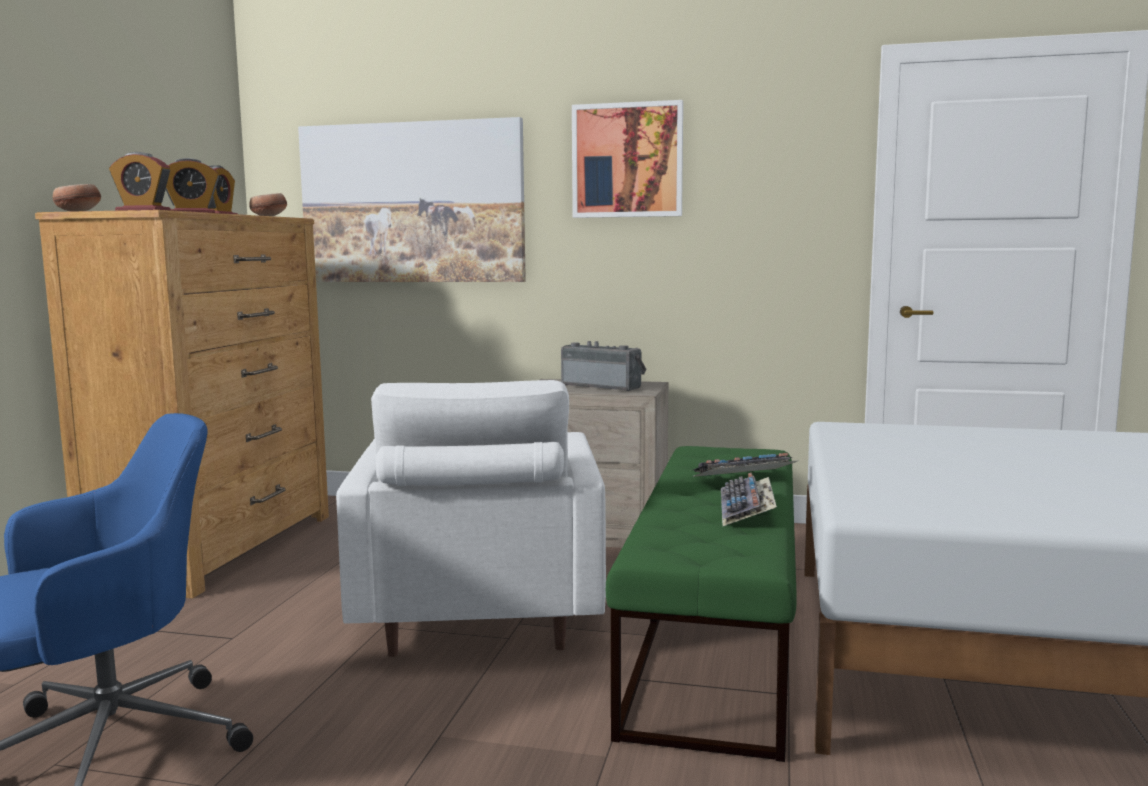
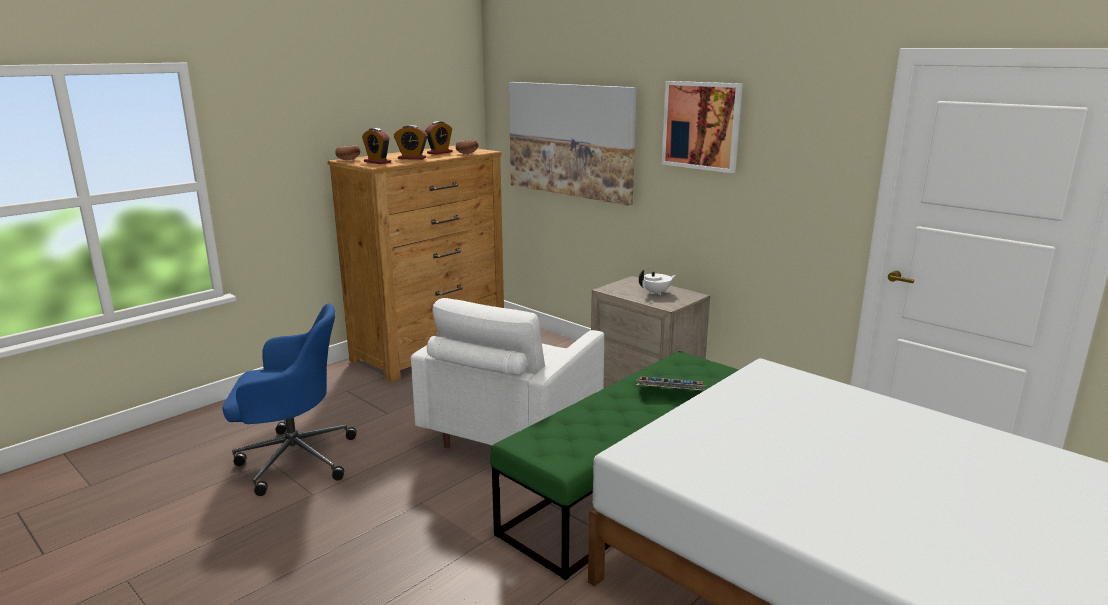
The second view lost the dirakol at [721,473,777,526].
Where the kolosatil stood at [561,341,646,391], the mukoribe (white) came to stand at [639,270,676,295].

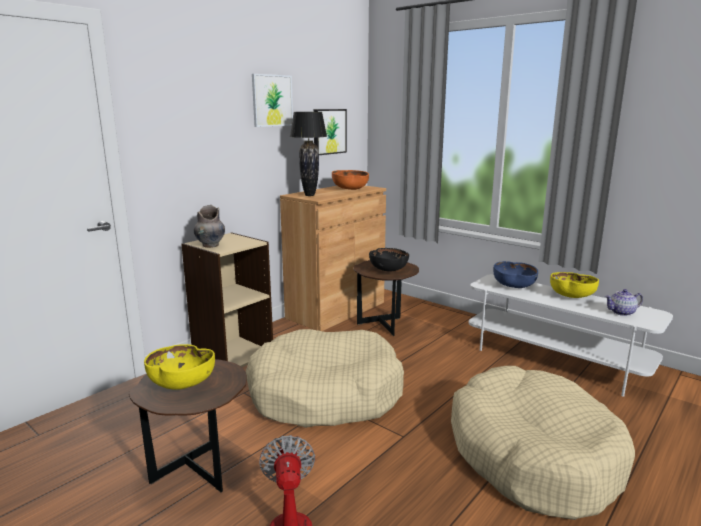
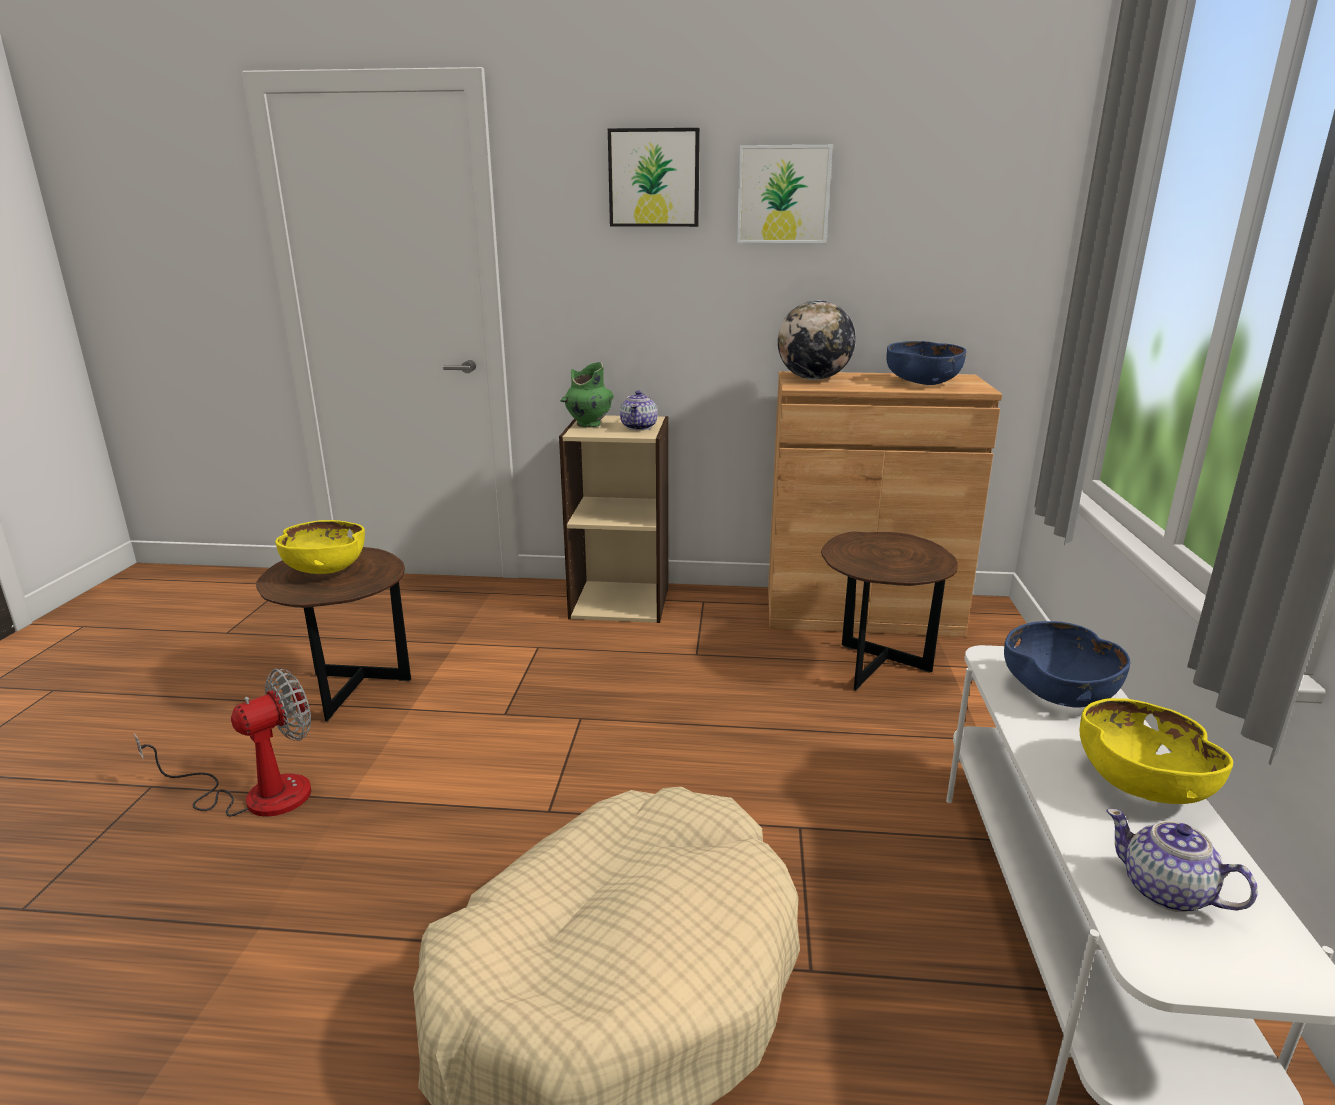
The second view lost the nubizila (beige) at [245,329,404,428].
The second view lost the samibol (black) at [369,248,409,272].
The second view gained the mukoribe at [620,391,658,430].
The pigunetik ended up elsewhere, having gone from [313,109,347,155] to [608,128,700,227].
Where the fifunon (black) stood at [290,112,327,196], the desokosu came to stand at [778,300,856,380].
What was the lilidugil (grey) at [194,205,225,248] turned into the lilidugil (green) at [560,362,614,428].
What was the samibol (orange) at [332,170,369,190] turned into the samibol (blue) at [886,341,966,385].

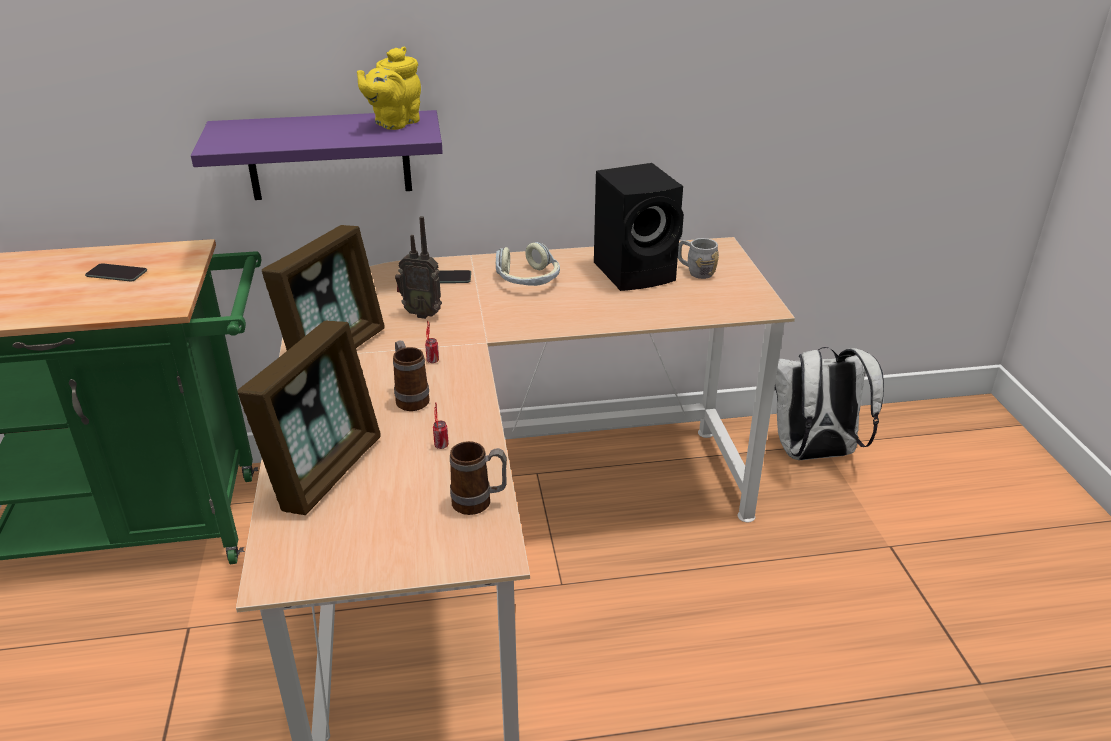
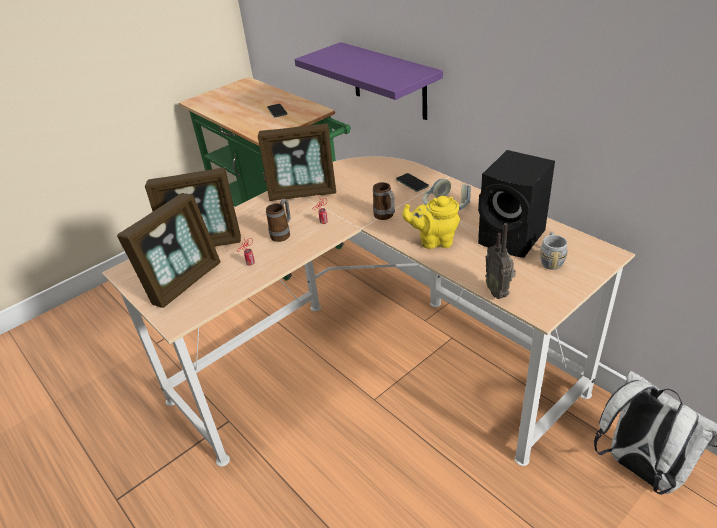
The second view gained the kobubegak at [117,193,221,308].
The mukoribe (yellow) ended up elsewhere, having gone from [357,46,421,130] to [402,196,460,249].
The kolosatil ended up elsewhere, having gone from [395,216,442,319] to [485,223,516,299].
The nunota ended up elsewhere, having gone from [450,441,507,515] to [373,182,395,220].

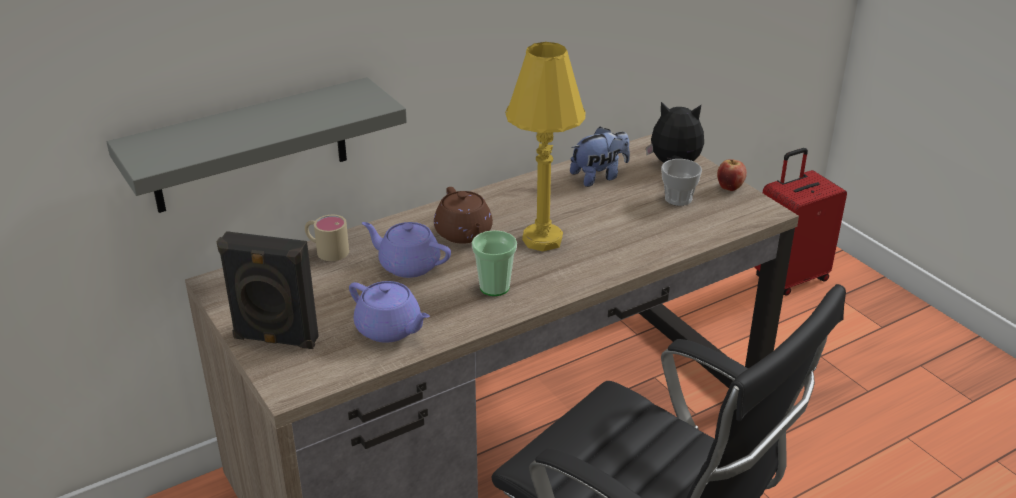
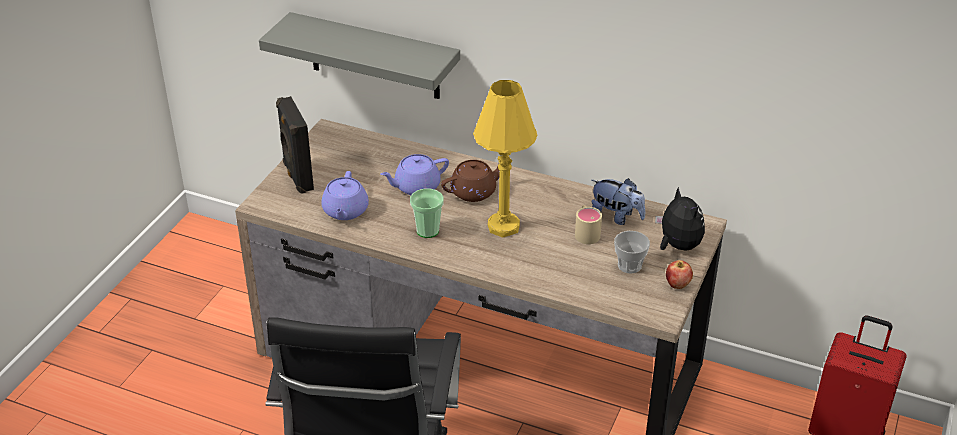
The nunota (beige) ended up elsewhere, having gone from [305,215,349,261] to [575,205,602,244].
The mukoribe (purple) at [362,222,451,278] ended up facing another way, 105 degrees counterclockwise from before.
The mukoribe (brown) at [434,187,493,244] ended up facing another way, 150 degrees counterclockwise from before.

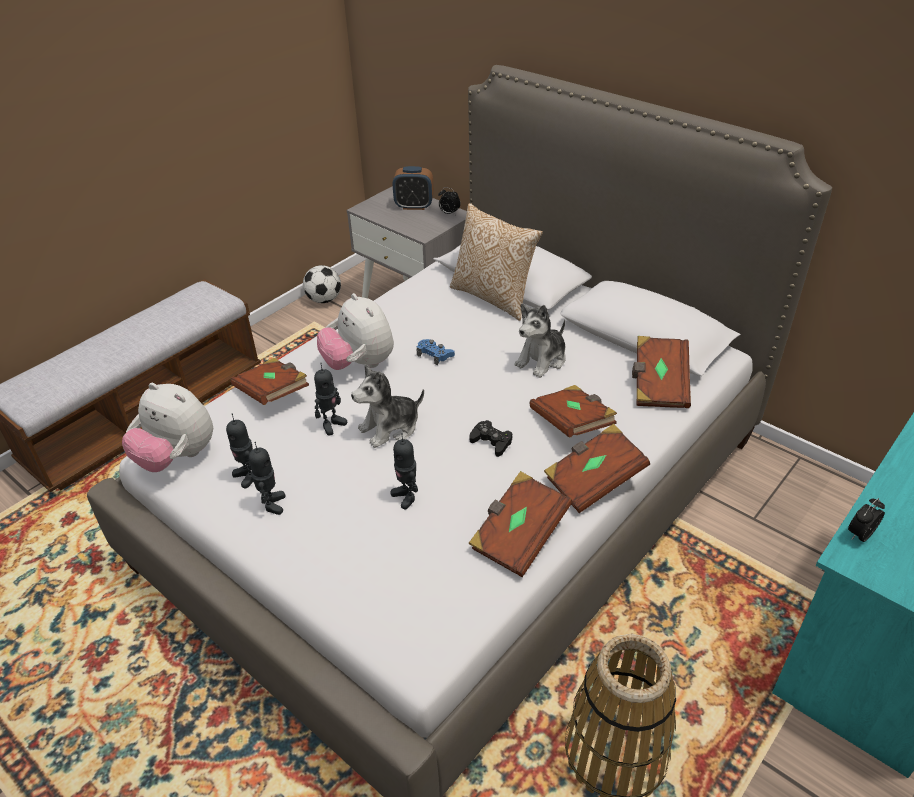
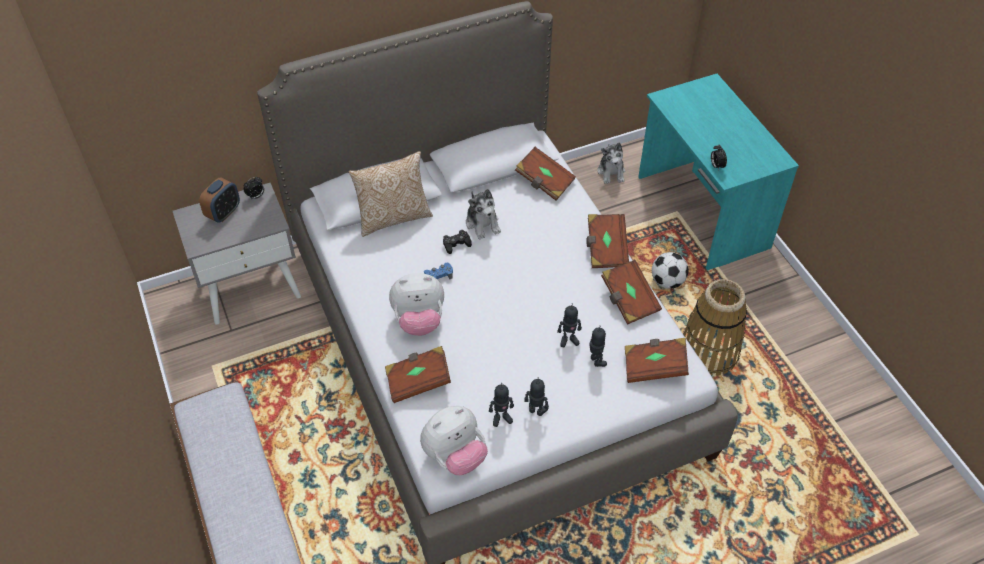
The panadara ended up elsewhere, having gone from [303,265,341,303] to [652,252,689,289].
The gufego ended up elsewhere, having gone from [314,363,347,436] to [589,328,607,367].
The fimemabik ended up elsewhere, having gone from [351,365,424,448] to [597,142,625,184].
The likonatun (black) ended up elsewhere, having gone from [469,420,513,457] to [443,230,472,254].
The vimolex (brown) ended up elsewhere, having gone from [530,385,617,438] to [625,338,689,383].

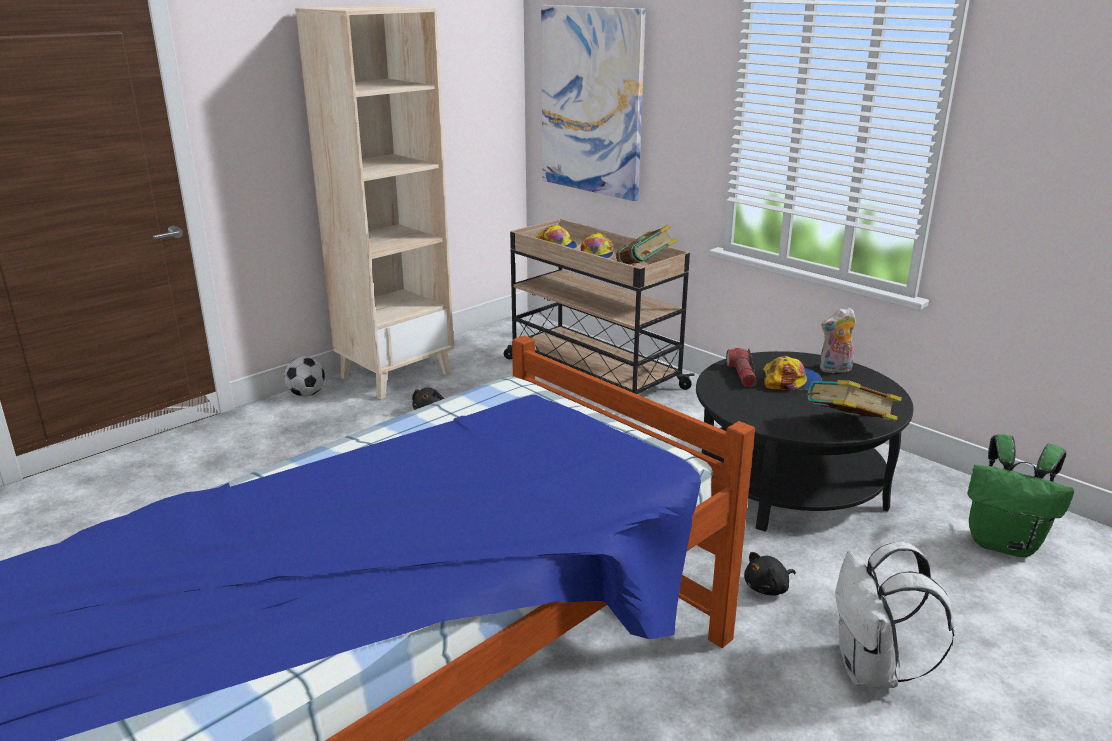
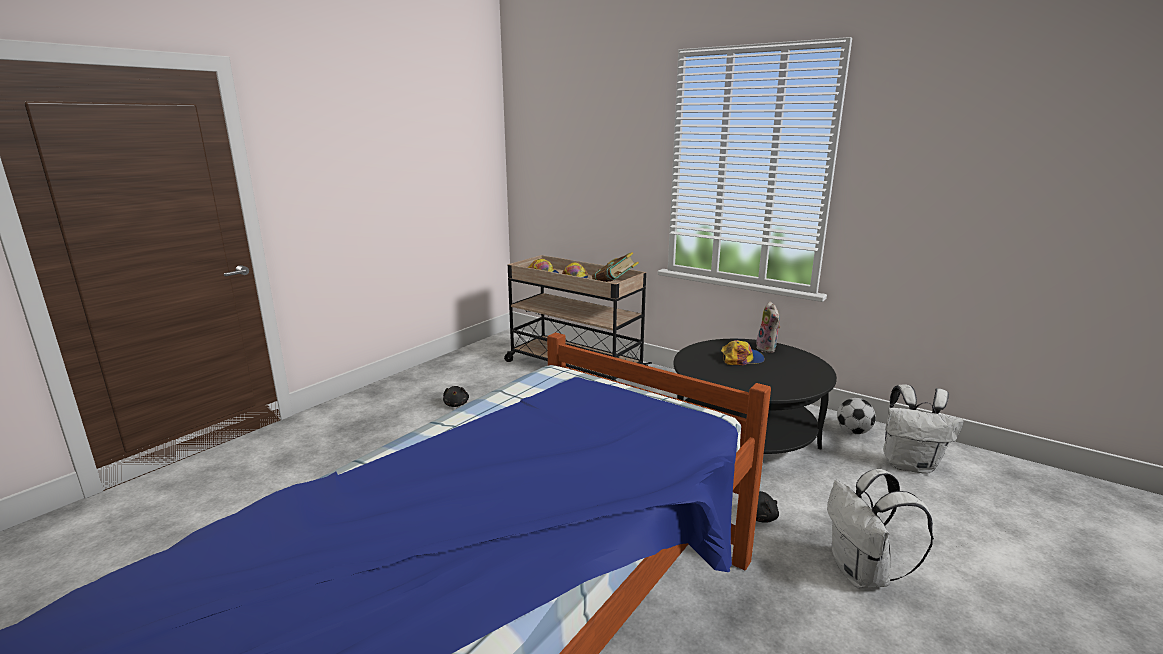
The second view lost the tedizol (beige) at [295,5,454,400].
The second view lost the pigunetik at [541,5,646,201].
The second view lost the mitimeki at [726,348,757,387].
The second view lost the vimolex at [806,380,902,421].
The panadara ended up elsewhere, having gone from [284,356,325,397] to [837,398,876,434].
What was the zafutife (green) at [968,434,1074,557] turned into the zafutife (white) at [883,384,963,474].
The fimemabik at [820,307,856,374] ended up facing another way, 75 degrees counterclockwise from before.

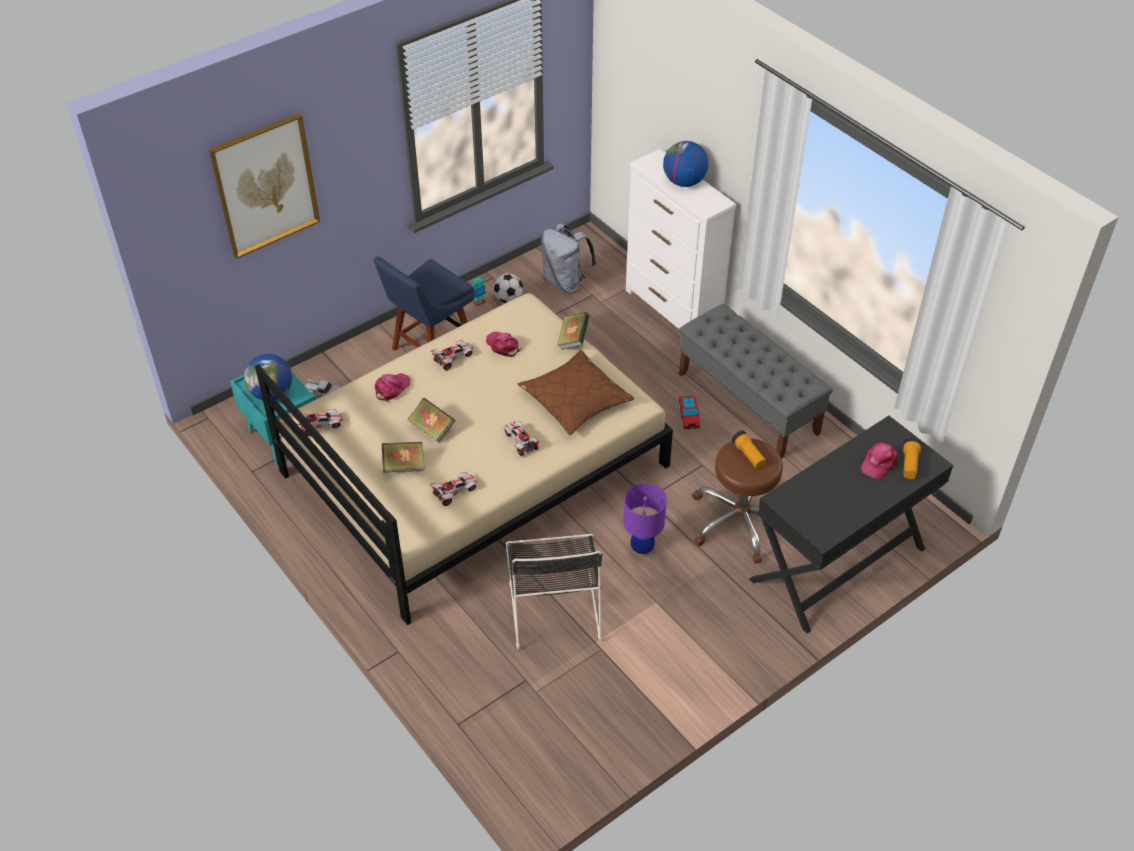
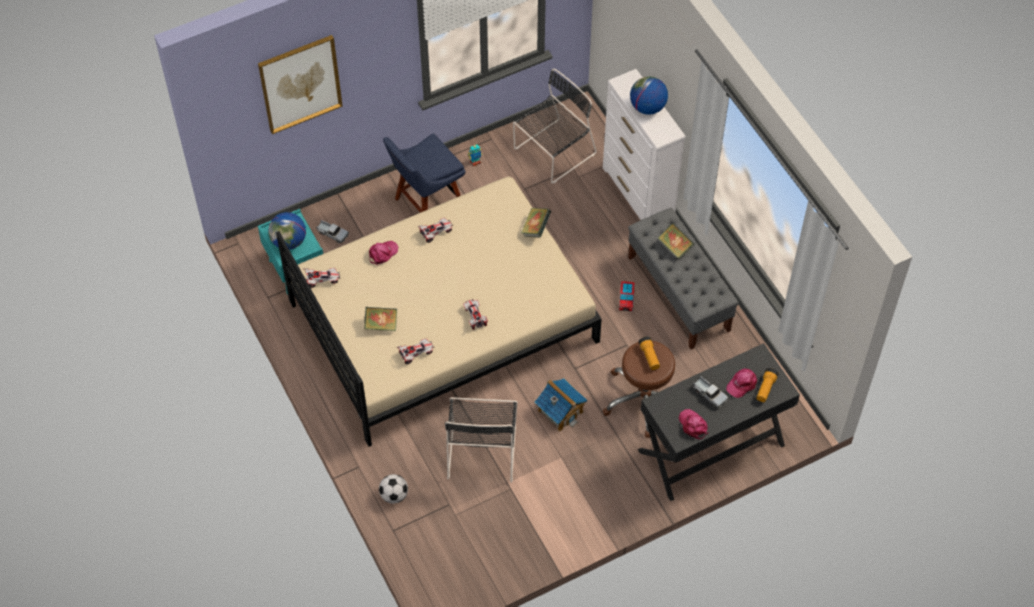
The second view lost the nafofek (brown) at [518,350,634,435].
The second view gained the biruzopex at [693,376,728,408].
The vimolex ended up elsewhere, having gone from [407,398,455,443] to [658,223,694,259].
The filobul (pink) ended up elsewhere, having gone from [486,332,521,357] to [679,409,709,439].
The panadara ended up elsewhere, having gone from [493,273,523,303] to [379,474,408,504].
Where the zafutife (grey) stood at [541,224,596,294], the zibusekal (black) came to stand at [513,69,597,183].
Where the fifunon (purple) stood at [623,483,667,557], the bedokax came to stand at [535,378,587,431].

